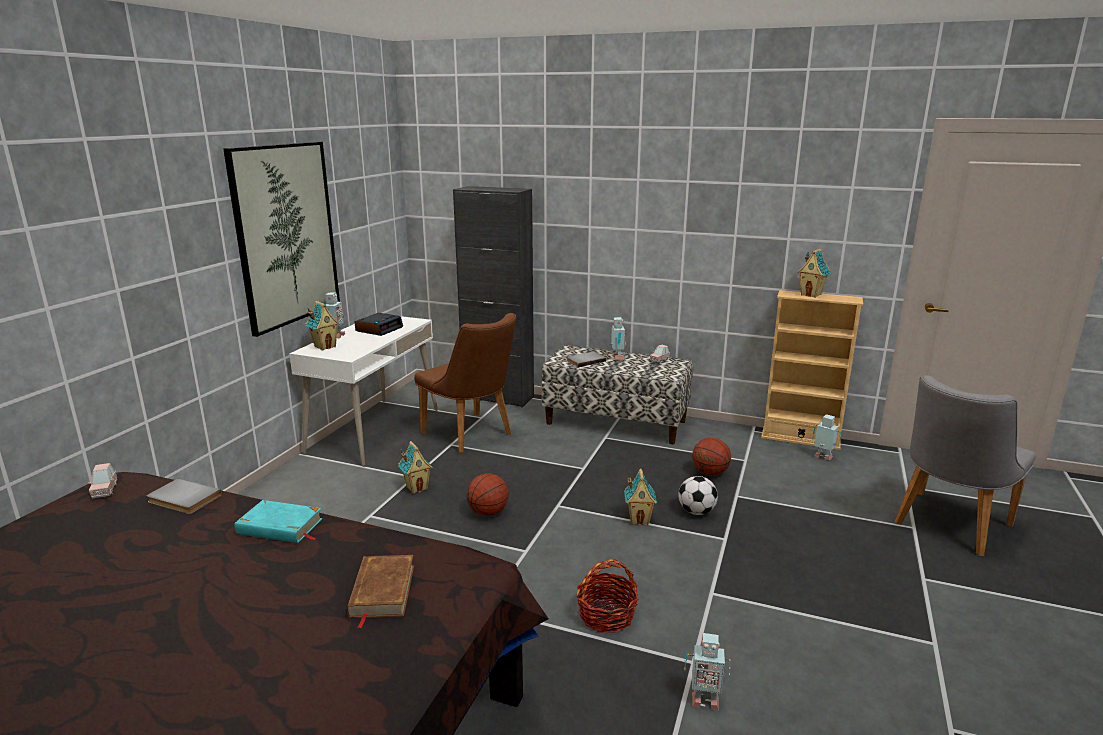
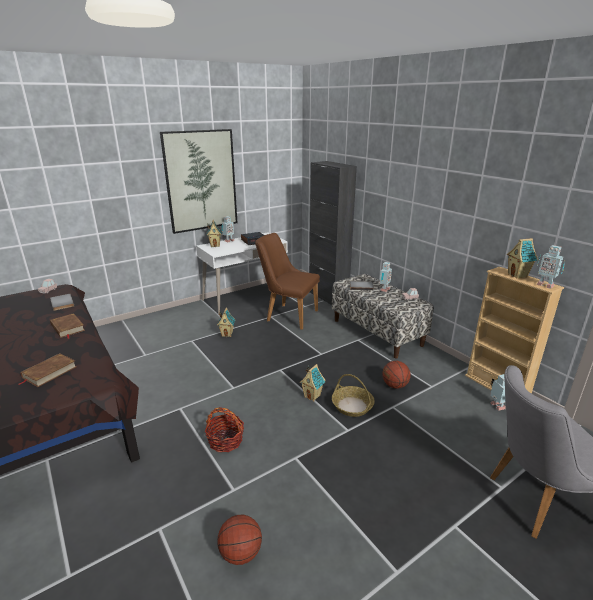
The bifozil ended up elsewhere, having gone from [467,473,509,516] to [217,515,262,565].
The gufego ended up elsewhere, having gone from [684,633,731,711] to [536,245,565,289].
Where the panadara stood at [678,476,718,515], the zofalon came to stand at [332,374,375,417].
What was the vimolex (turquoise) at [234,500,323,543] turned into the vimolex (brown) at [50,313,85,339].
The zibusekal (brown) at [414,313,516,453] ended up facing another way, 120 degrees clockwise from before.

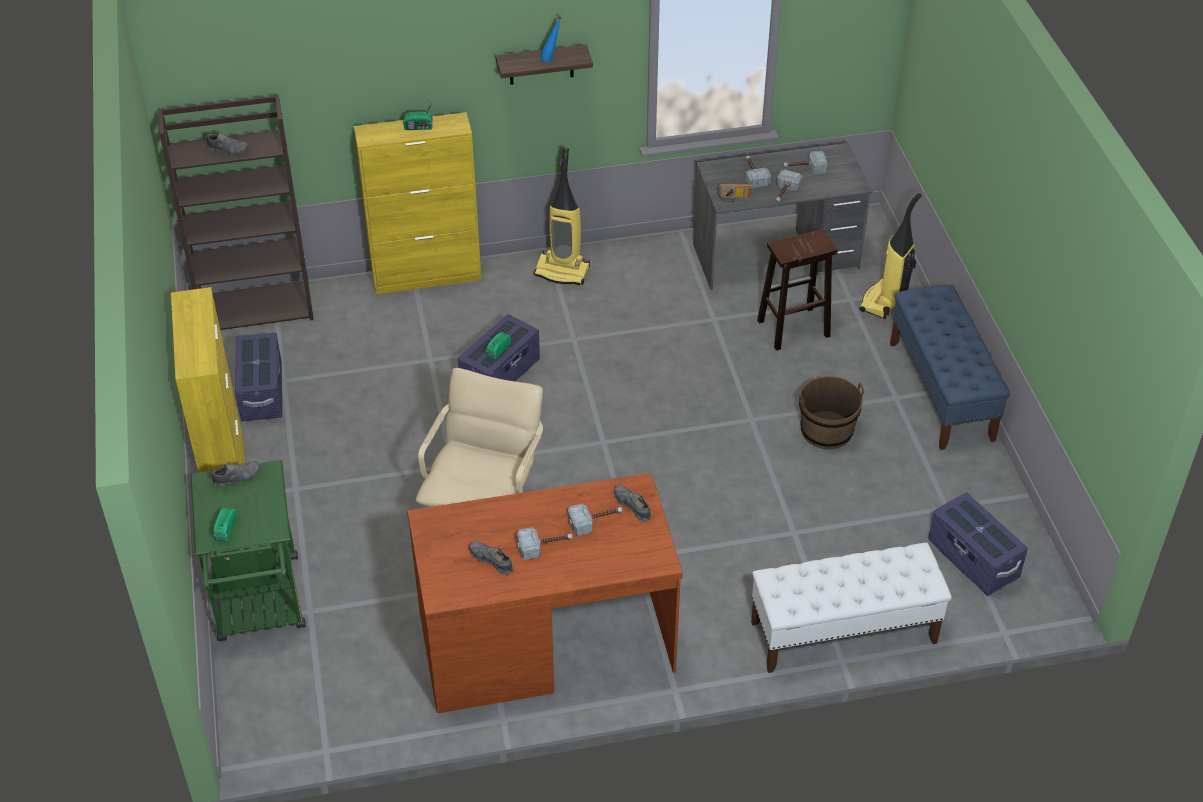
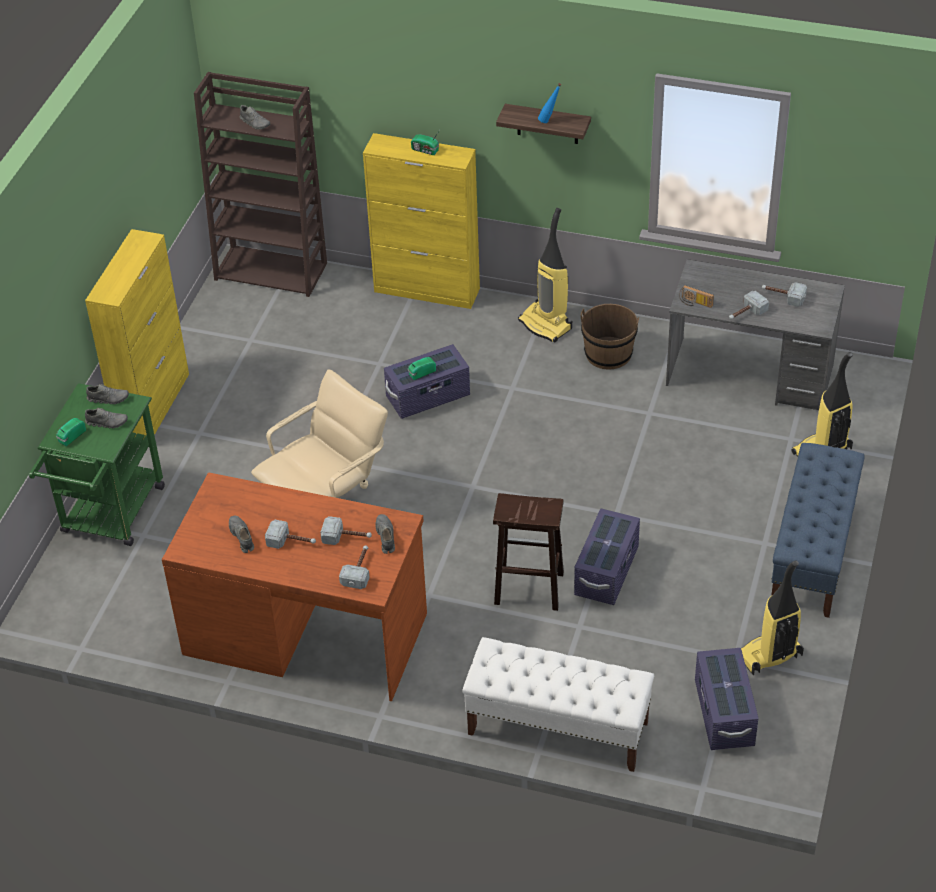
The second view gained the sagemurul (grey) at [85,408,128,429].
The second view gained the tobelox at [741,560,804,675].
The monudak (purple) ended up elsewhere, having gone from [235,333,282,421] to [574,508,640,605].
The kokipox ended up elsewhere, having gone from [745,156,771,188] to [339,546,369,589].
The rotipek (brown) ended up elsewhere, having gone from [757,229,838,351] to [493,493,564,611].
The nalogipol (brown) ended up elsewhere, having gone from [799,376,864,450] to [580,304,639,370].

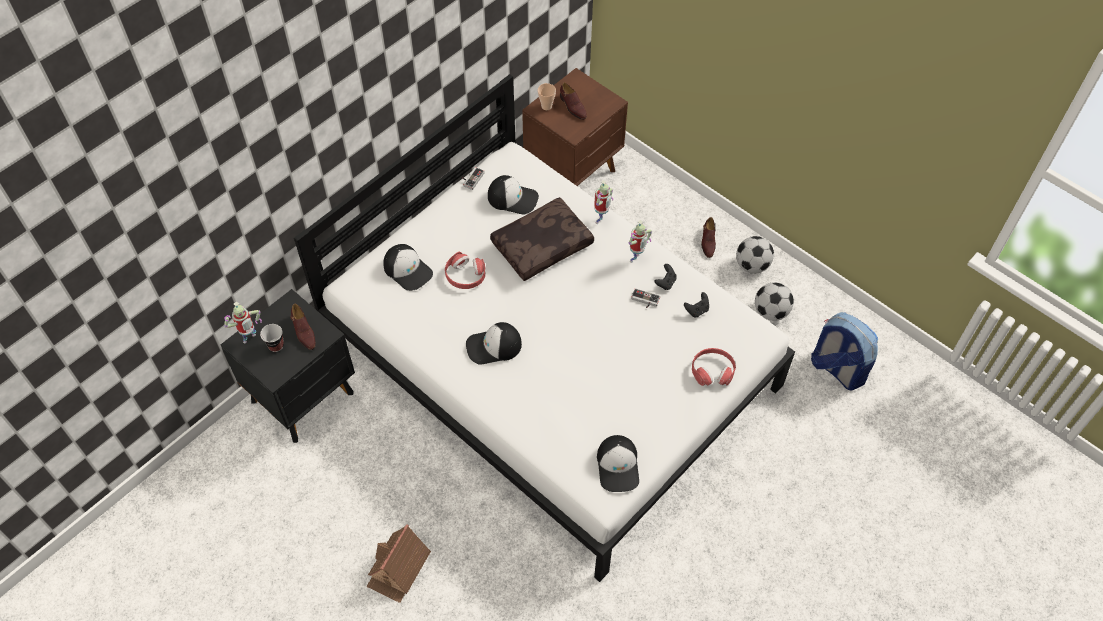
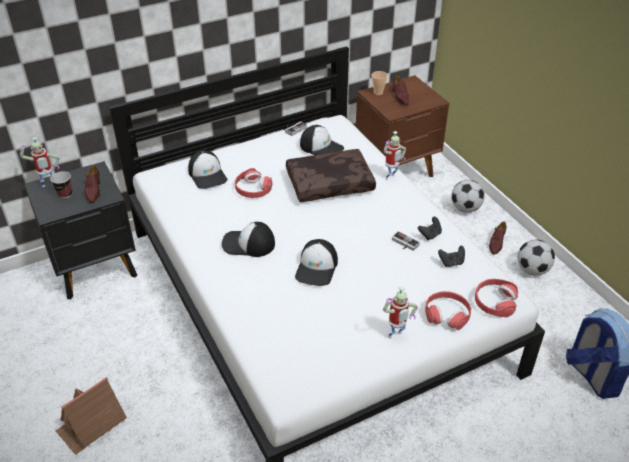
The second view gained the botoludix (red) at [475,279,518,317].
The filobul ended up elsewhere, having gone from [597,435,639,492] to [295,239,338,286].
The gufego ended up elsewhere, having gone from [629,220,652,263] to [383,286,418,339].
The panadara ended up elsewhere, having gone from [755,282,794,321] to [451,180,485,213].

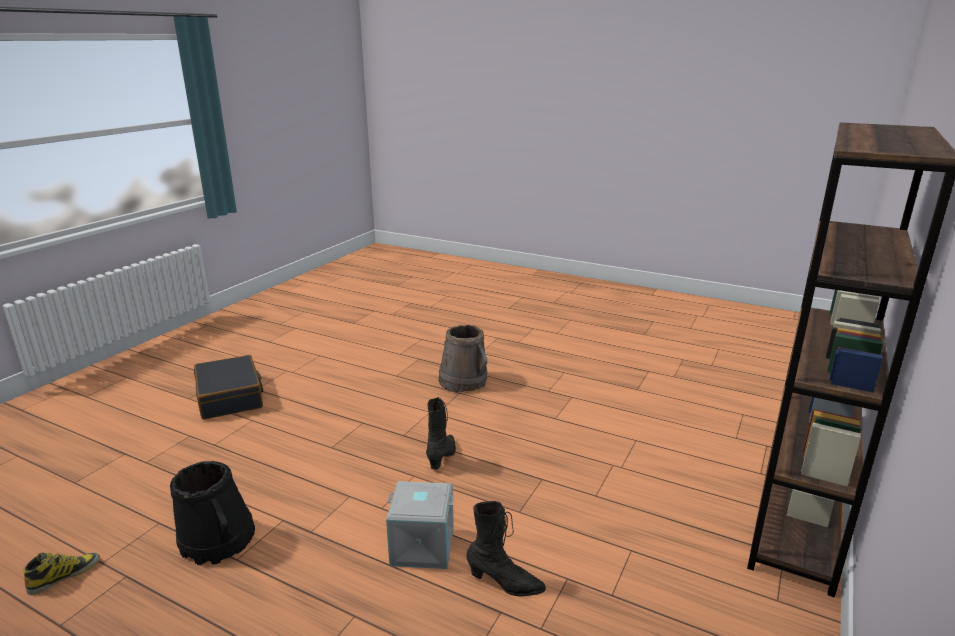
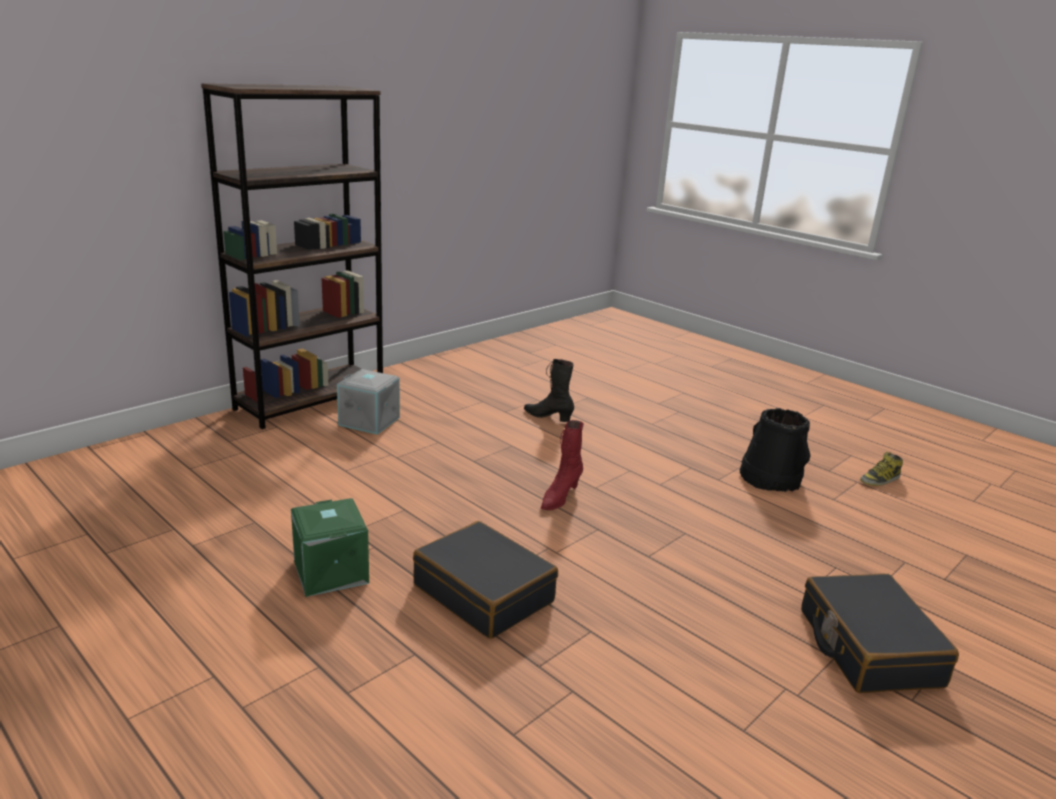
The second view gained the monudak (green) at [291,498,369,597].
The monudak (grey) ended up elsewhere, having gone from [386,481,454,569] to [337,369,400,435].
Where the nalogipol (brown) stood at [438,325,488,392], the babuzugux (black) came to stand at [413,521,558,639].
What was the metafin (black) at [426,397,456,470] turned into the metafin (red) at [541,420,584,510].

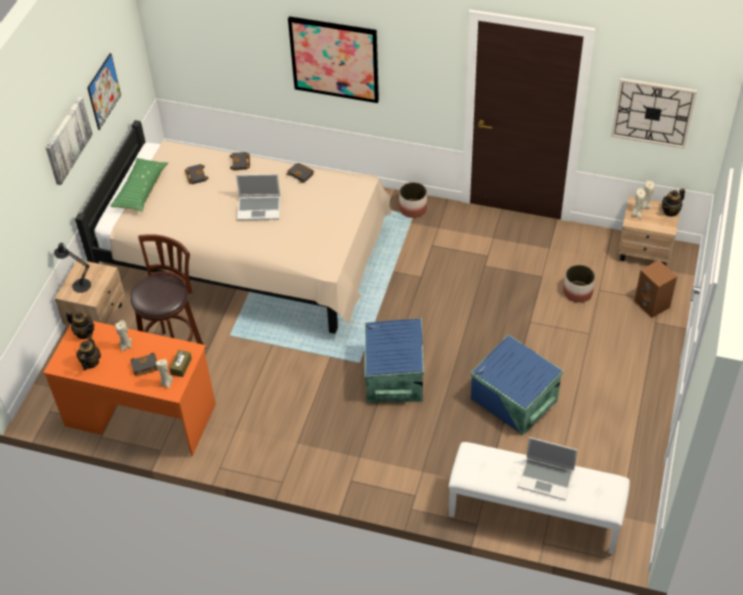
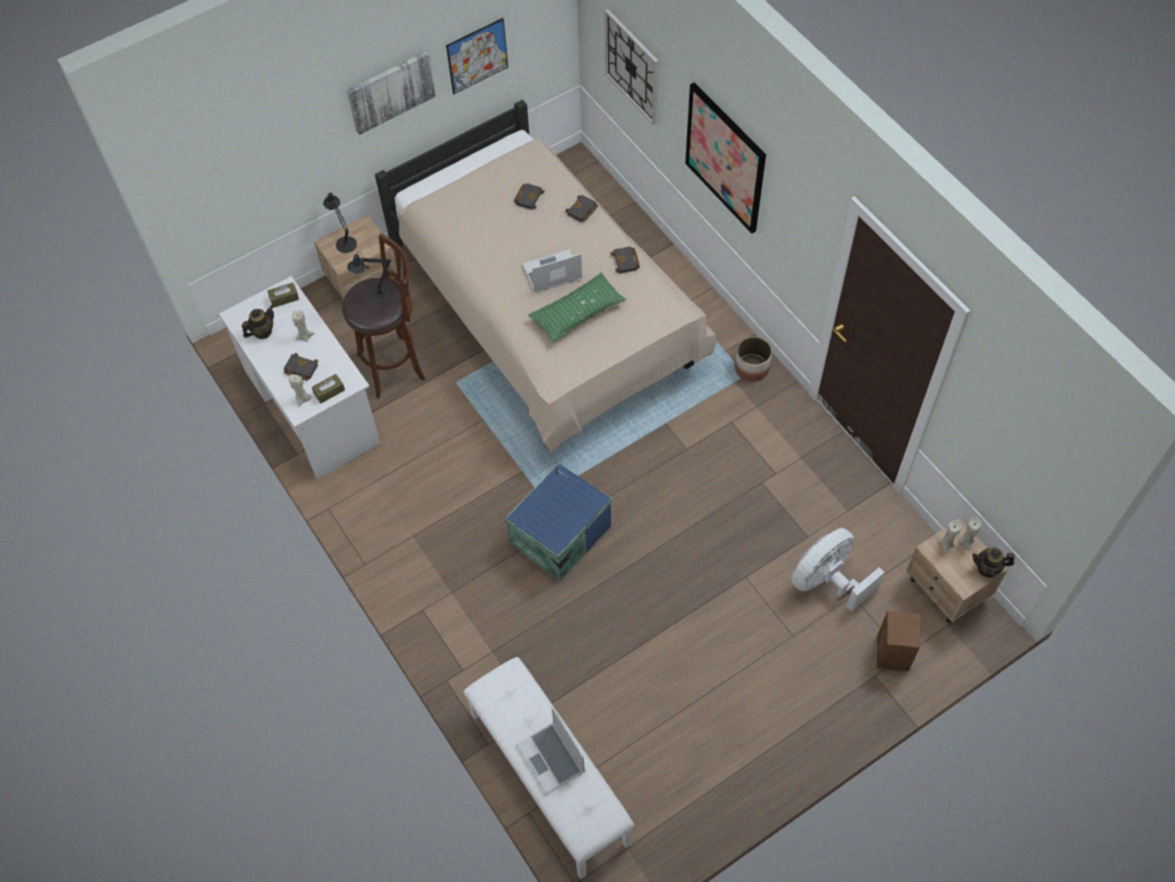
The second view lost the monudak (blue) at [471,334,563,436].
The second view gained the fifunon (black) at [347,252,391,304].
The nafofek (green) ended up elsewhere, having gone from [110,158,168,212] to [528,273,626,343].
The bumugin ended up elsewhere, having gone from [611,78,697,149] to [604,9,659,125].
Where the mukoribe stood at [66,311,94,339], the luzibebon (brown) came to stand at [267,283,299,308].
Where the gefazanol stood at [563,265,595,303], the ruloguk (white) came to stand at [791,528,885,612].
What was the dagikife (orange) at [43,321,216,456] turned into the dagikife (white) at [219,276,381,479].
The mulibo at [236,174,281,221] ended up facing another way, 120 degrees clockwise from before.

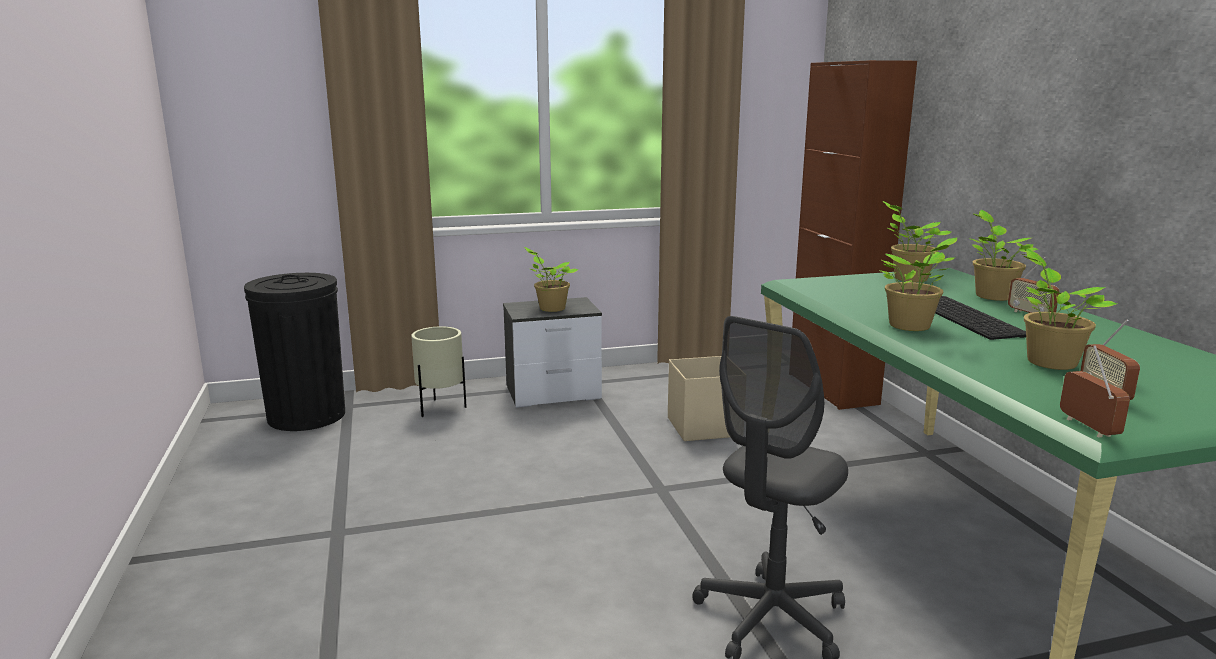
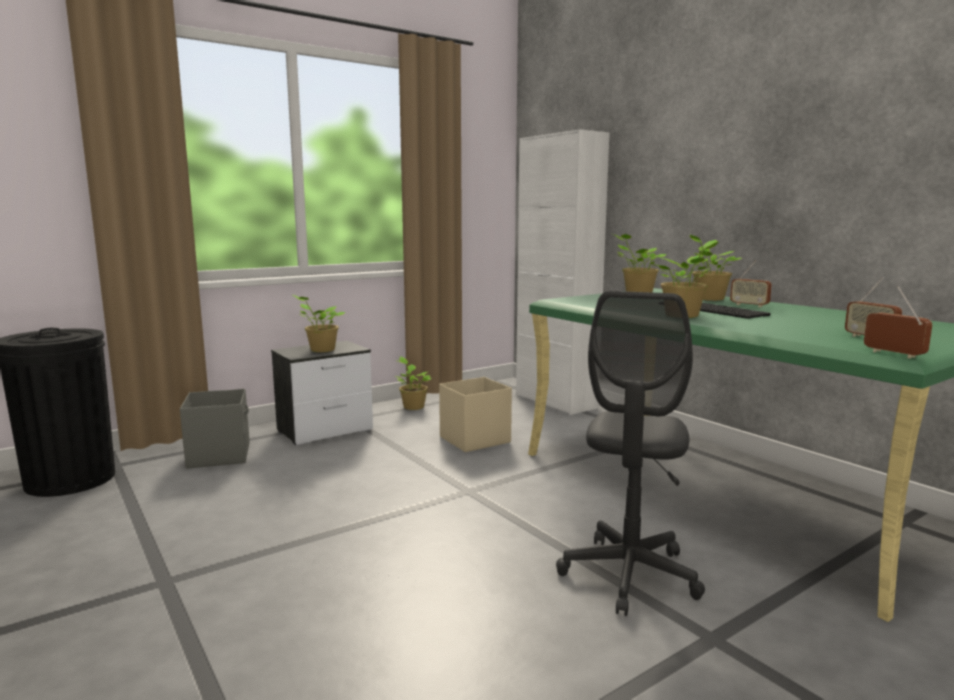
The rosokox ended up elsewhere, having gone from [1024,249,1117,370] to [395,356,432,410].
Where the gefazanol (beige) stood at [411,326,467,417], the monudak (grey) came to stand at [180,389,250,469].
What was the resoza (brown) at [792,60,917,410] turned into the resoza (white) at [516,129,609,415].

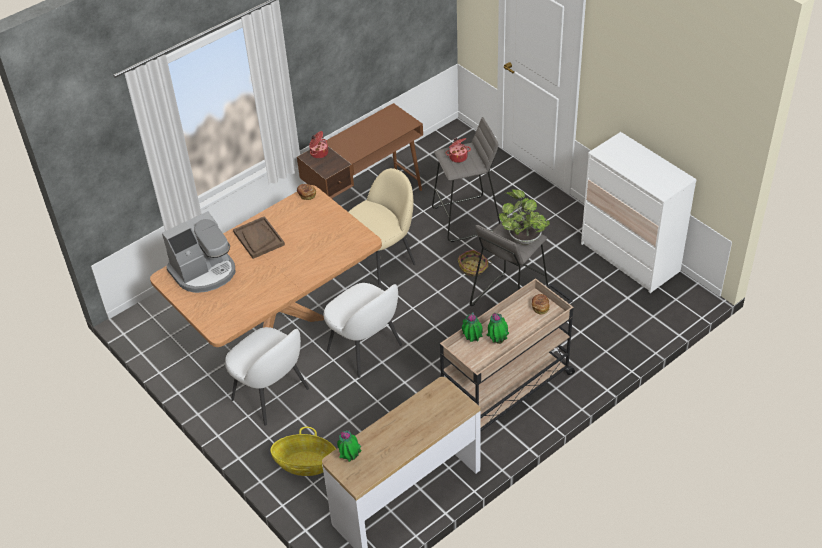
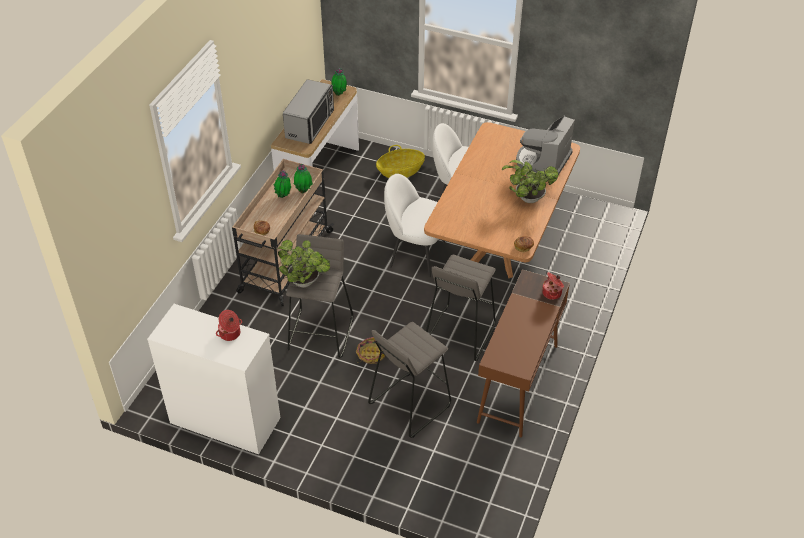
The second view gained the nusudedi at [283,79,334,144].
The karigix ended up elsewhere, having gone from [446,138,471,163] to [216,310,242,341].
Where the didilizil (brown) stood at [233,216,285,259], the rosokox came to stand at [502,160,559,203].
Where the zibusekal (beige) stood at [349,168,416,285], the rotipek (grey) came to stand at [426,255,496,361].

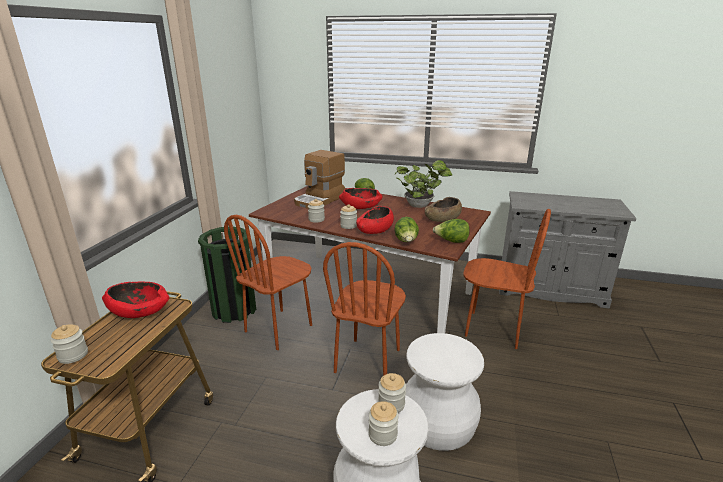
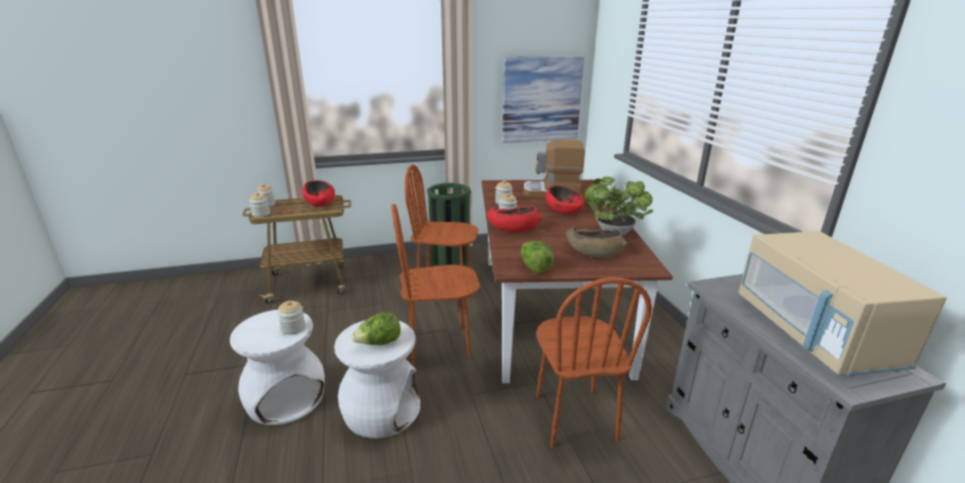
The second view gained the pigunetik at [502,56,584,143].
The second view gained the nusudedi (beige) at [738,231,946,377].
The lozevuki ended up elsewhere, having gone from [368,401,398,446] to [249,192,270,217].
The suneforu ended up elsewhere, having gone from [394,217,419,242] to [352,312,401,345].

